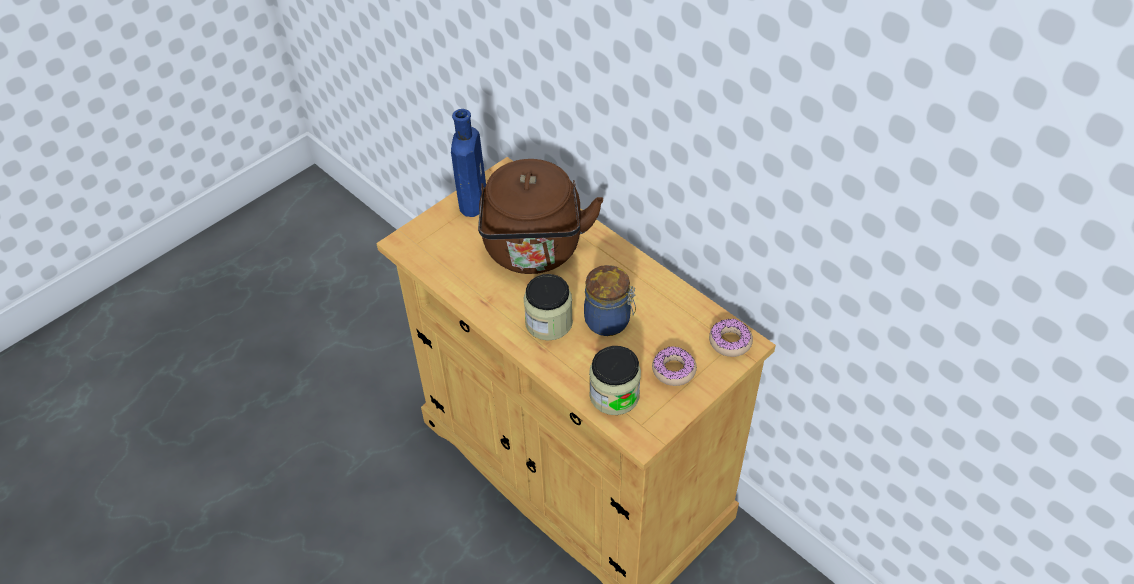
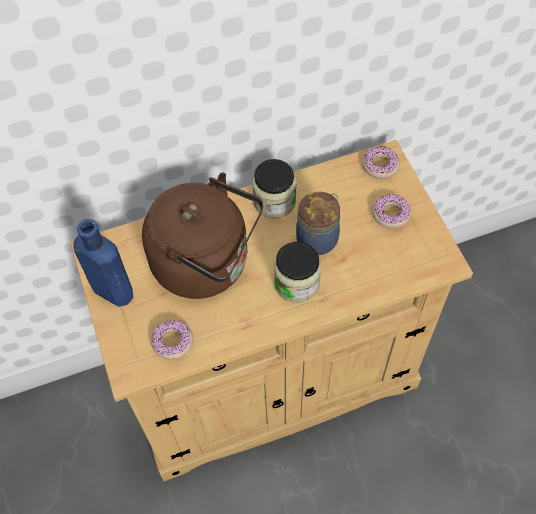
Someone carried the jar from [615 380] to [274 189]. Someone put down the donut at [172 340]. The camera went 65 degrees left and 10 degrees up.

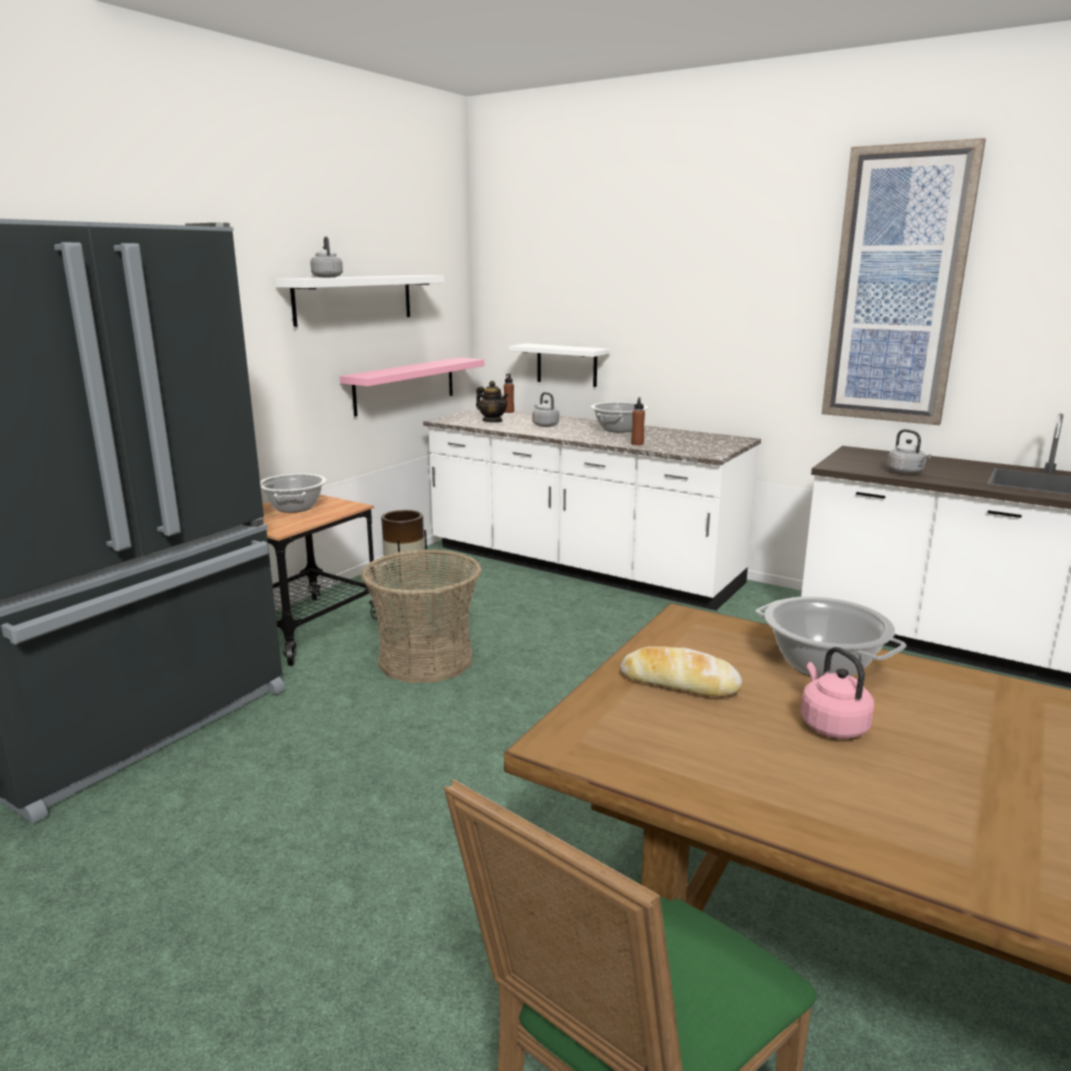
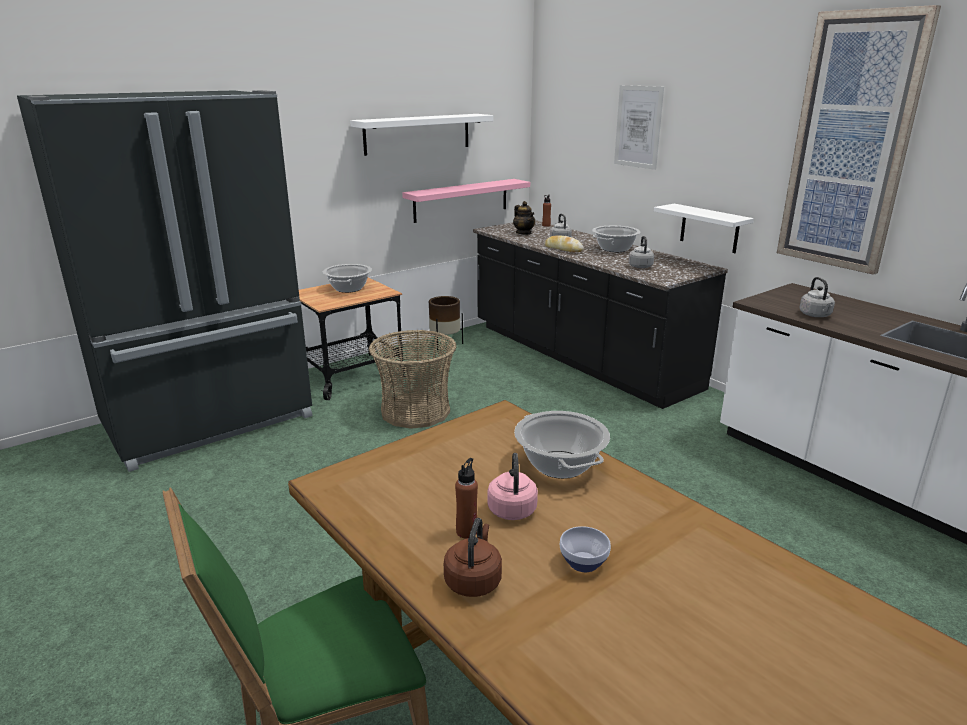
Someone carried the grey kettle from [326 257] to [641 252]. Someone carried the white shelf from [559 365] to [704 228]. Someone carried the brown bottle from [638 421] to [466 498]. Someone repainted the white counter at [592 509], which became the black counter at [600 314]. Someone carried the bread from [681 671] to [563 243]. Someone put up the picture at [639 127]. Someone put down the brown kettle at [473 557]. Someone put down the bowl at [585 549]. The camera went 20 degrees right and 5 degrees up.

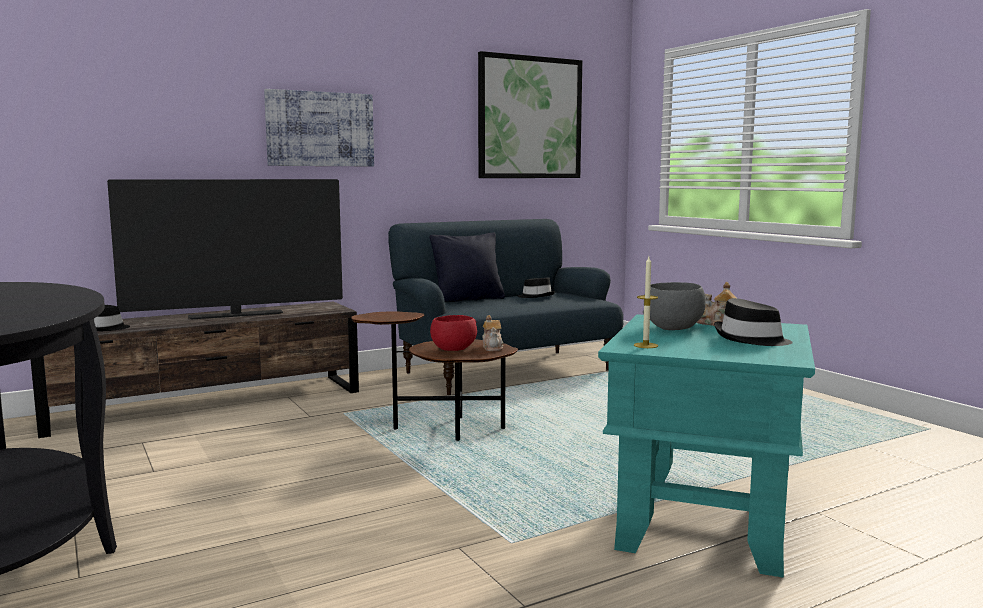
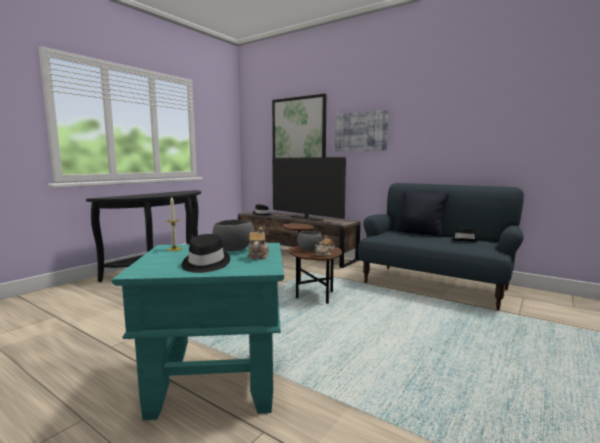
Someone carried the picture from [530 114] to [299 126]. Someone repainted the red bowl at [453 333], which became the grey bowl at [309 241]. The camera went 65 degrees right and 0 degrees up.

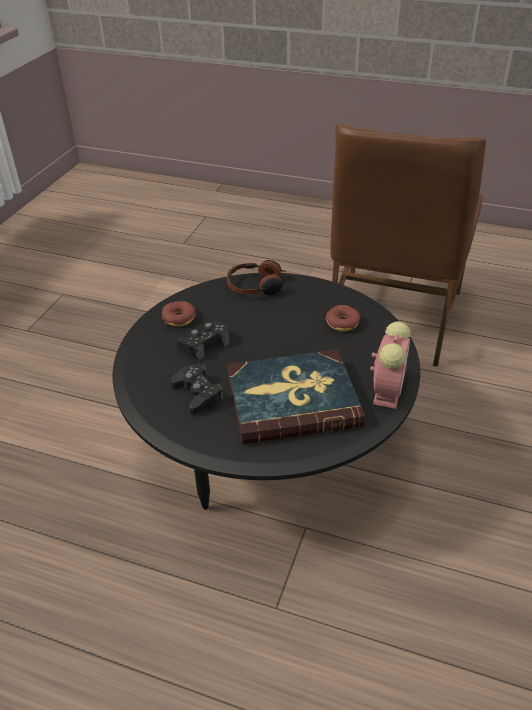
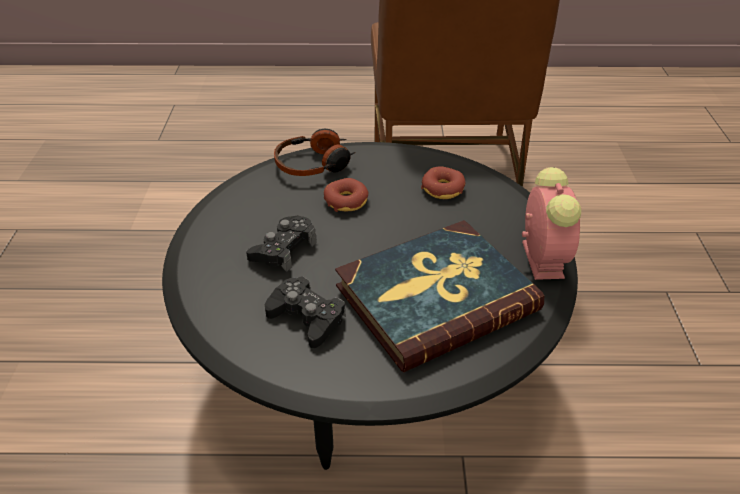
Someone carried the donut from [179 314] to [346 195]. The camera went 20 degrees left and 0 degrees up.

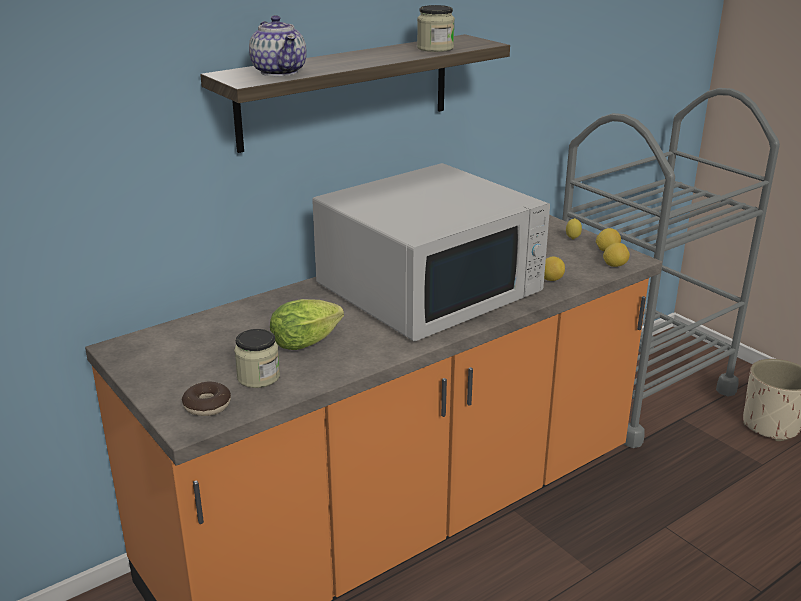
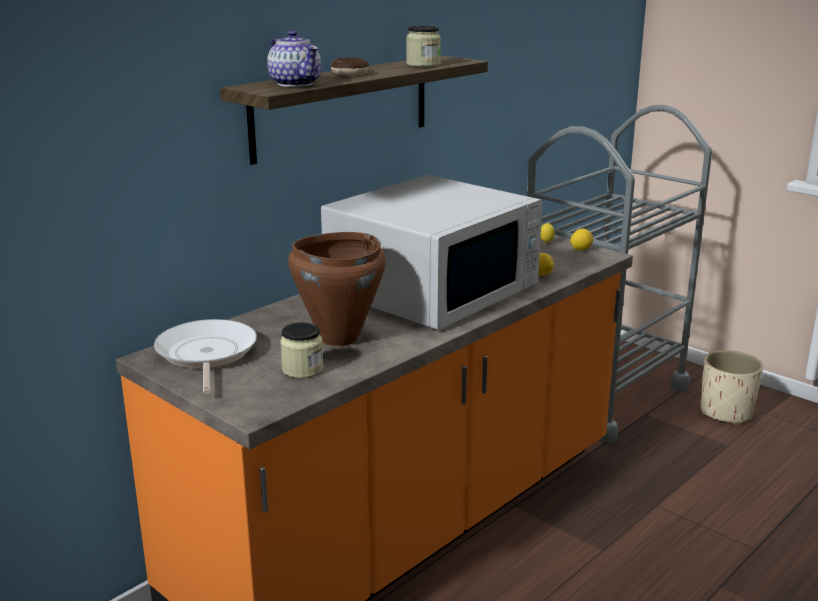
Someone took away the lemon at [616 255]. Someone swapped the lettuce at [307 324] for the brown cooking pot at [337 289]. Someone carried the donut from [206 398] to [350 66]. Someone put down the frying pan at [205 356]. The camera went 10 degrees left and 5 degrees down.

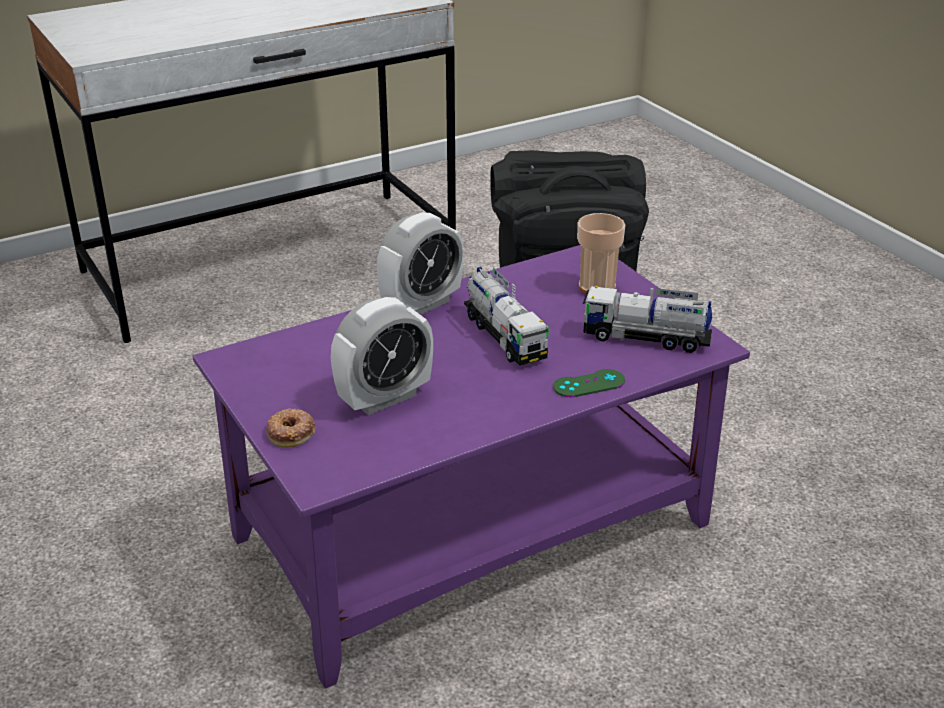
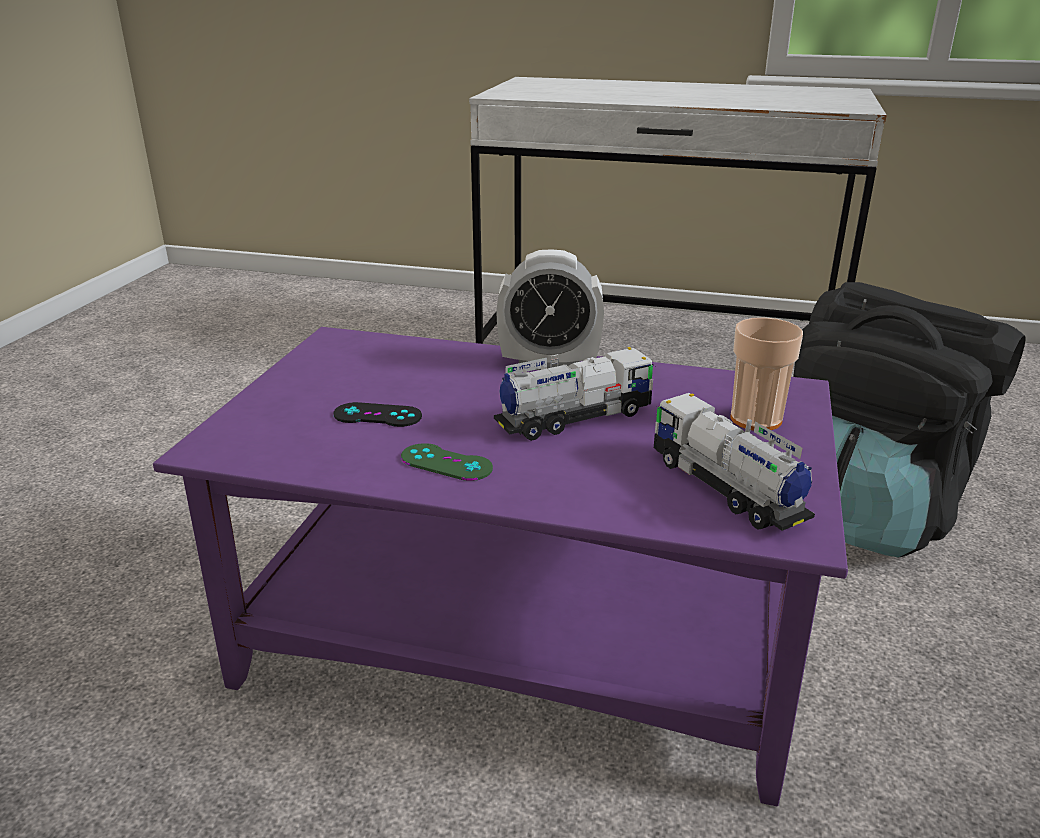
Someone rotated the toy truck at [506 316] by 135 degrees counterclockwise. Someone swapped the alarm clock at [382 356] for the black game controller at [377 414]. Someone carried the green game controller from [589 383] to [447 462]. Someone took away the donut at [291 428]. The camera went 45 degrees right and 5 degrees down.

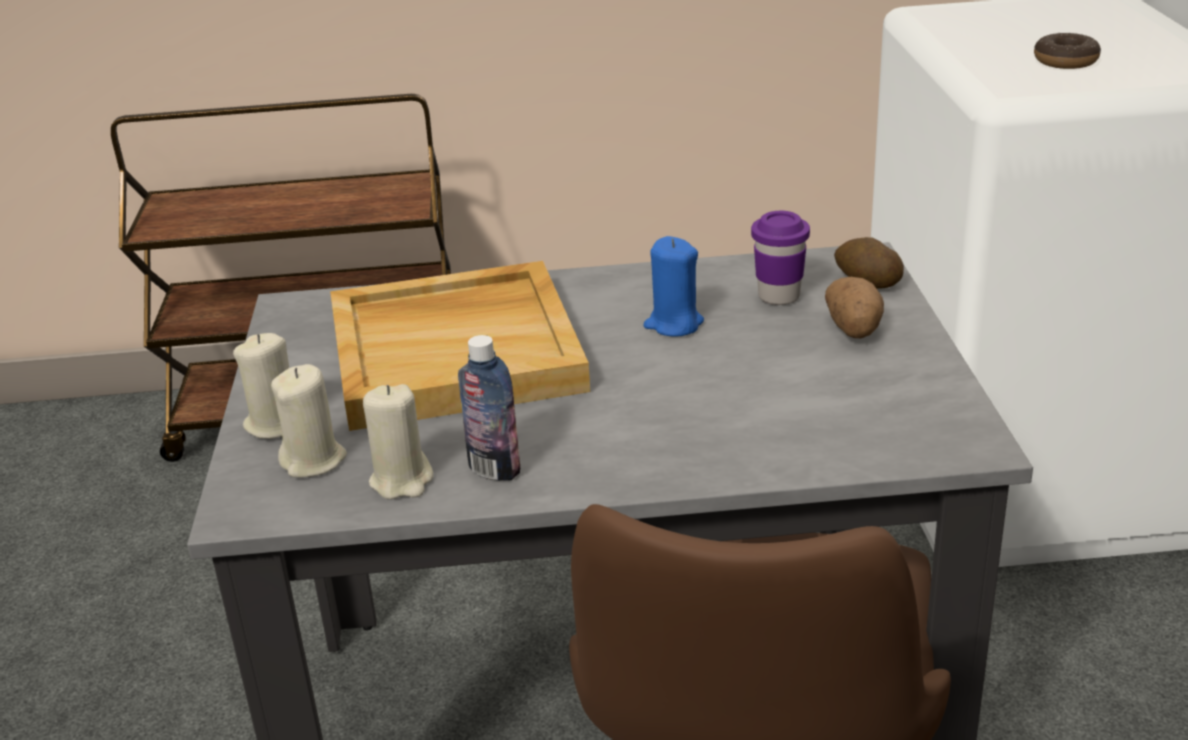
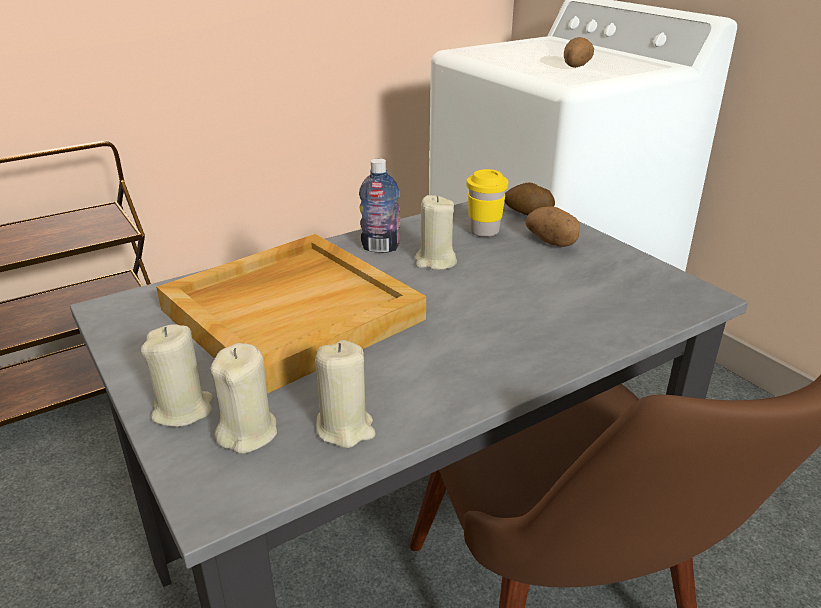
Someone swapped the donut at [1067 51] for the potato at [579 52]. Someone repainted the purple cup at [780 258], which became the yellow cup at [487 203]. Someone repainted the blue candle at [673 286], which became the beige candle at [436 232]. Someone carried the bottle from [489 408] to [379 205]. The camera went 30 degrees left and 0 degrees up.

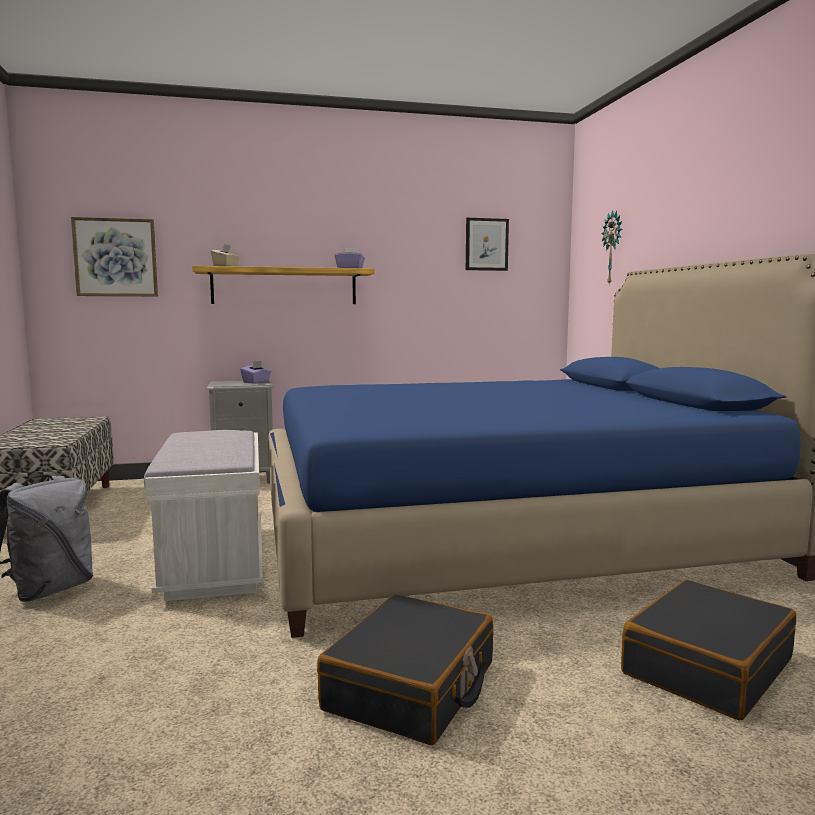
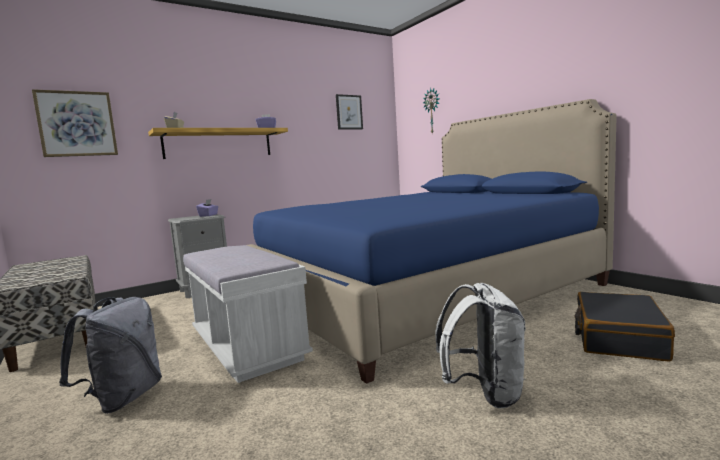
Someone swapped the black suitcase at [405 669] for the white backpack at [480 345]. The camera went 20 degrees left and 0 degrees up.

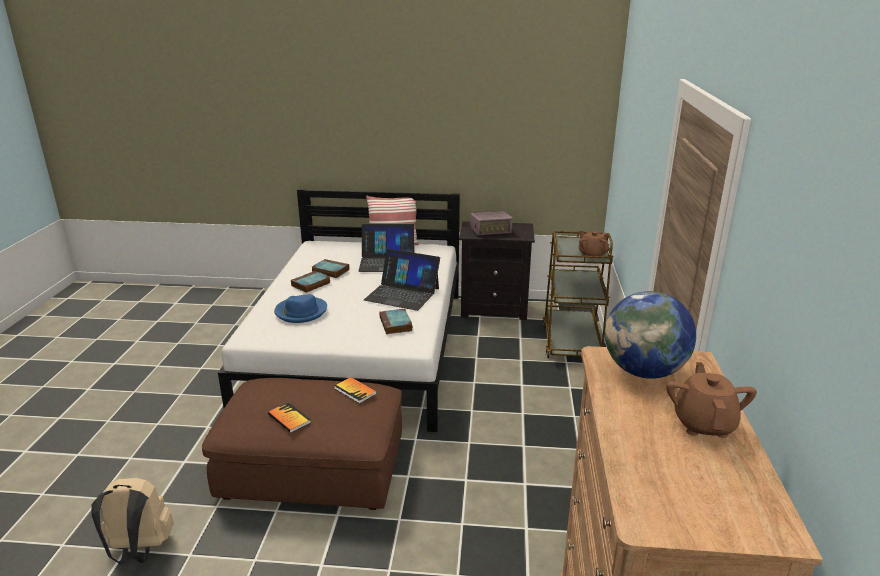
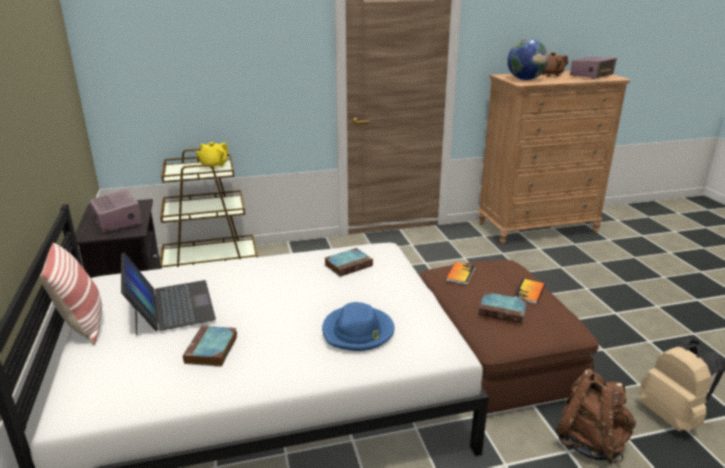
Someone repainted the brown teapot at [593 245], which became the yellow teapot at [212 155]. Someone took away the laptop at [402 280]. Someone carried the book from [310 282] to [502 308]. Someone put down the radio at [593 68]. Someone put down the brown backpack at [596 417]. The camera went 110 degrees left and 0 degrees up.

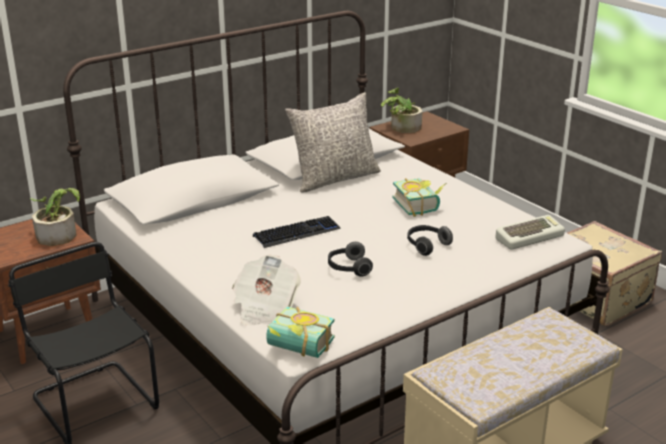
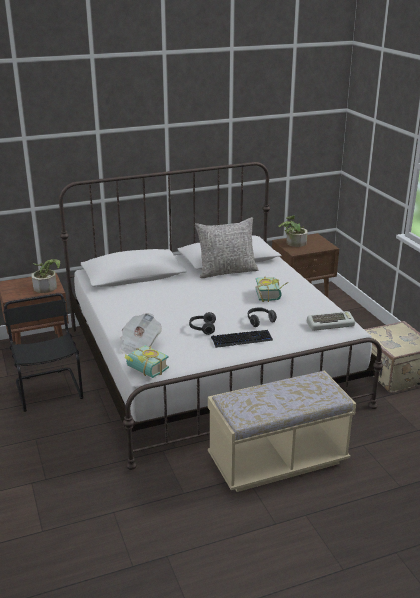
Someone carried the keyboard from [297 232] to [242 339]. The camera went 15 degrees right and 0 degrees up.

